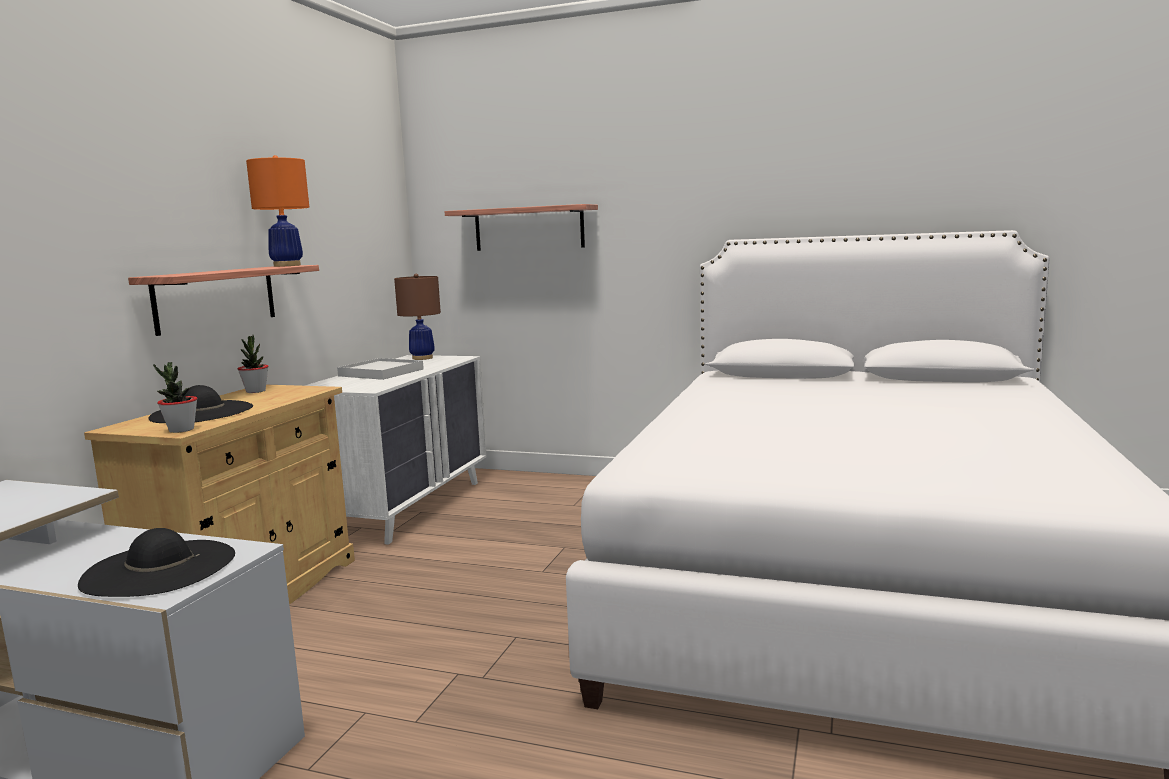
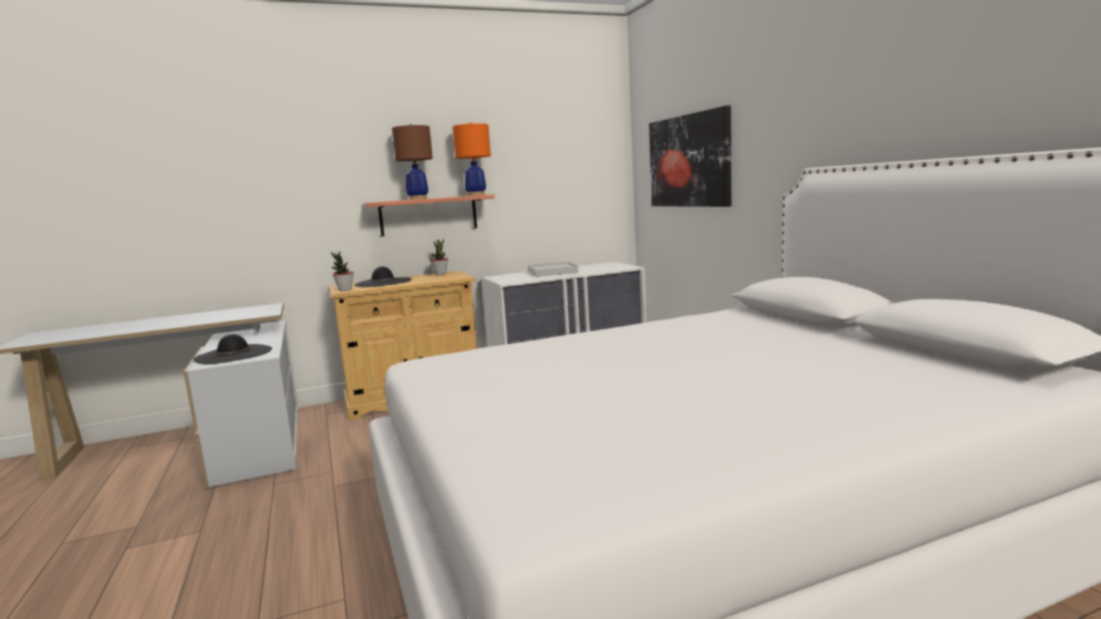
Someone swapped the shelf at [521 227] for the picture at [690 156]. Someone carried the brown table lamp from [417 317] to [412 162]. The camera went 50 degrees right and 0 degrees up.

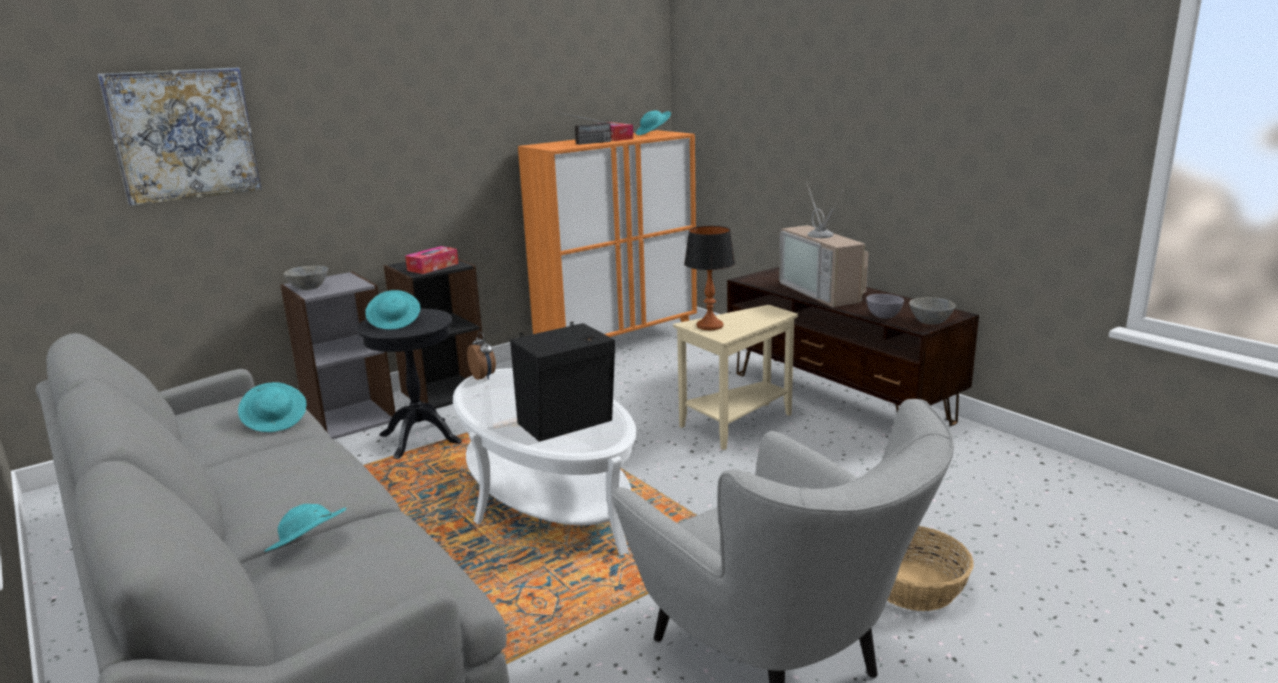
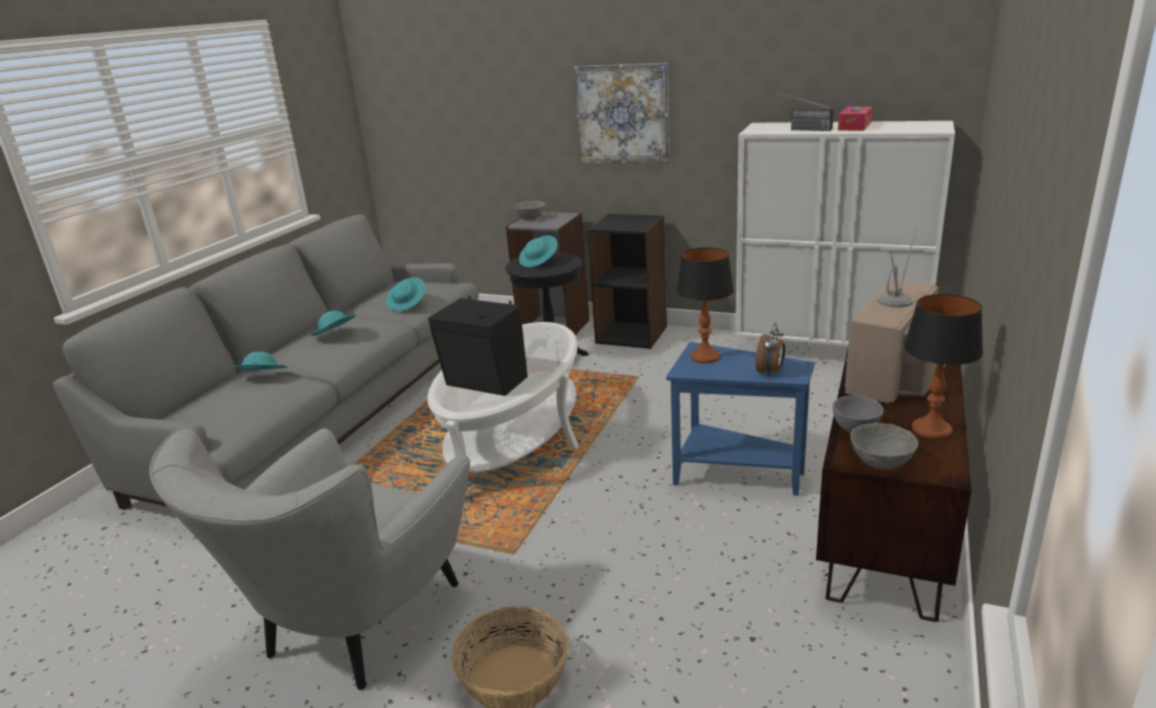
Someone carried the picture from [180 137] to [622 113]. Someone carried the turquoise hat from [653 123] to [333 323]. Someone repainted the orange cabinet at [607 233], which became the white cabinet at [845 236]. Someone took away the tissue box at [431 260]. Someone repainted the beige side table at [735 377], which became the blue side table at [740 419]. Someone carried the alarm clock from [481 356] to [770 350]. Someone put down the table lamp at [943 367]. The camera went 60 degrees right and 5 degrees up.

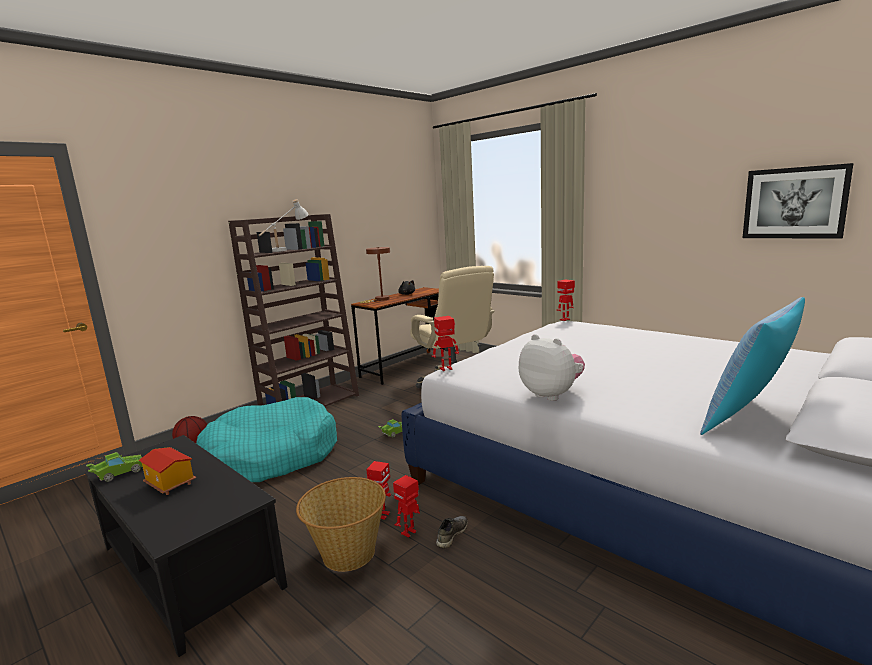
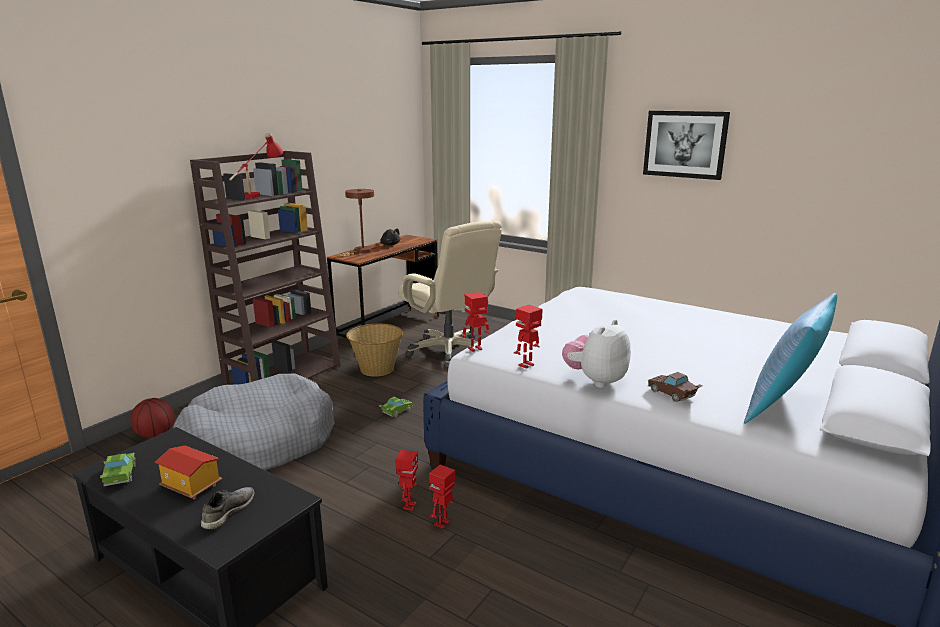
Someone carried the picture from [798 201] to [686 145]. Someone repainted the white table lamp at [283 225], which became the red table lamp at [256 165]. Someone carried the toy robot from [565 300] to [528 337]. Someone rotated the plush toy at [552 367] by 90 degrees counterclockwise. Someone repainted the turquoise dog bed at [266 439], which became the grey dog bed at [254 422]. Someone rotated the green toy car at [114 467] by 60 degrees counterclockwise. Someone carried the basket from [341 524] to [374 350]. Someone carried the grey shoe from [452 532] to [228 508]. Someone put down the brown toy car at [675 387]. The camera went 10 degrees left and 5 degrees up.

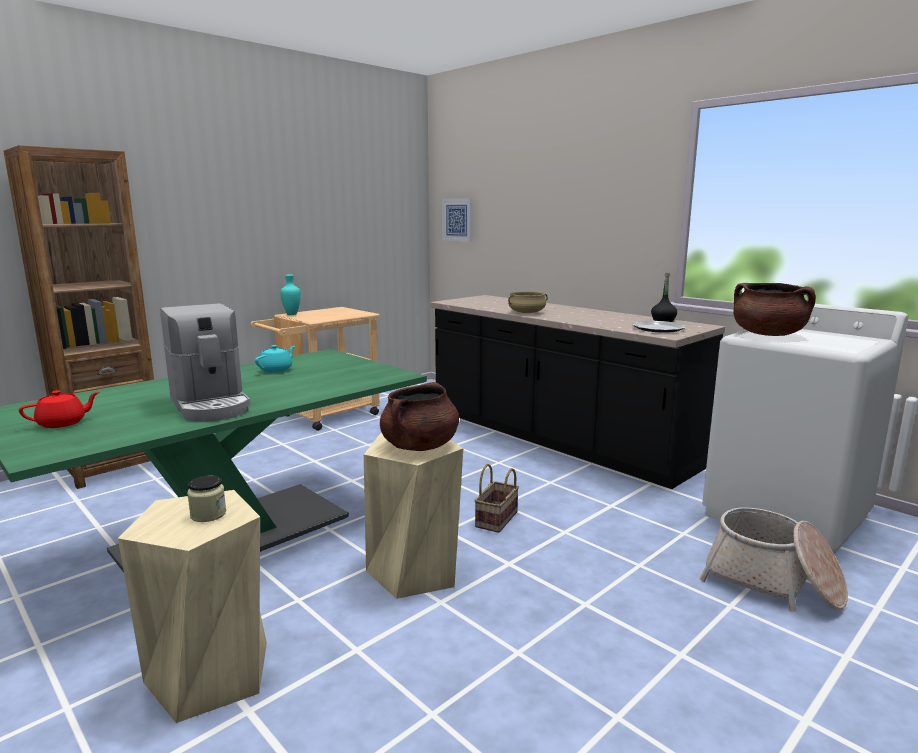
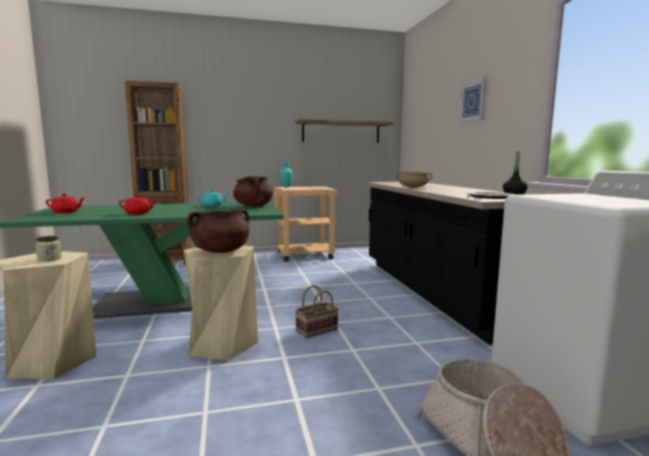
Someone carried the picture from [457 220] to [472 100]. Someone carried the brown cooking pot from [774 309] to [253 191]. Someone swapped the coffee machine at [205 362] for the red teapot at [138 204]. Someone put up the shelf at [344 131]. The camera went 30 degrees right and 5 degrees down.

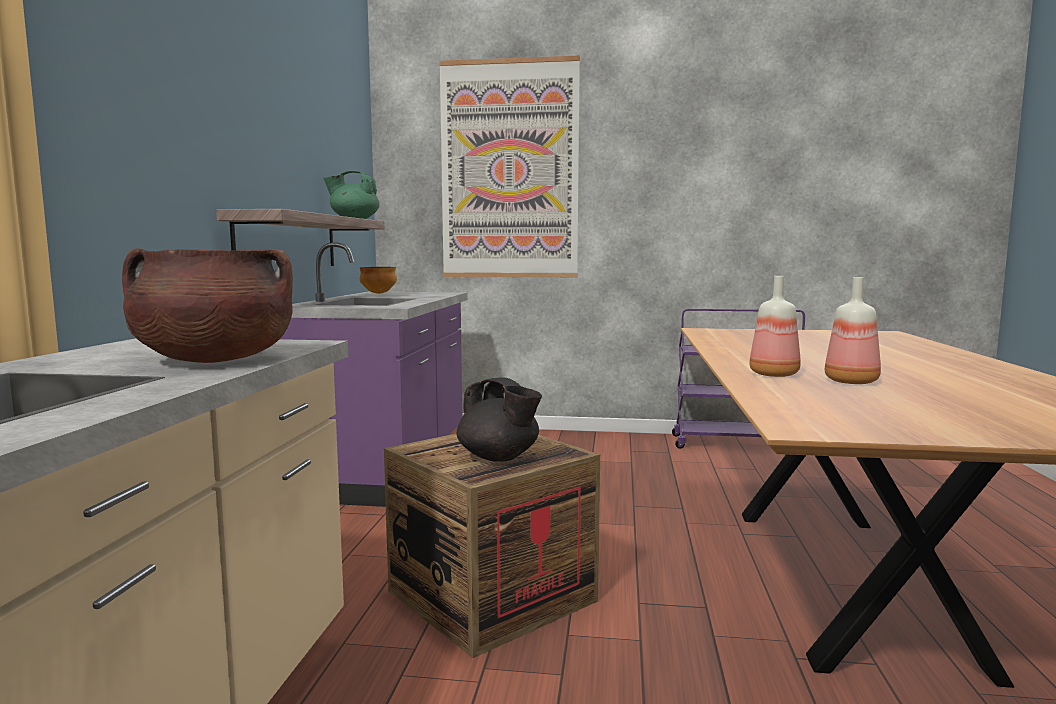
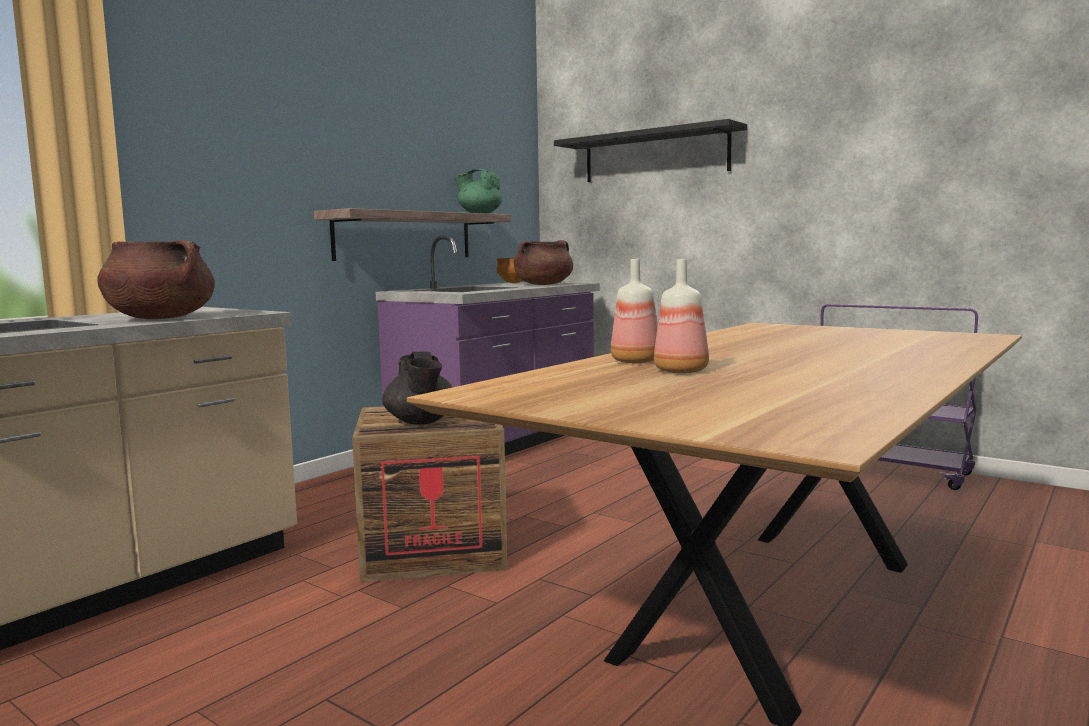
Someone swapped the picture at [509 166] for the black shelf at [650 150]. Someone put down the brown cooking pot at [543 262]. The camera went 30 degrees right and 0 degrees up.

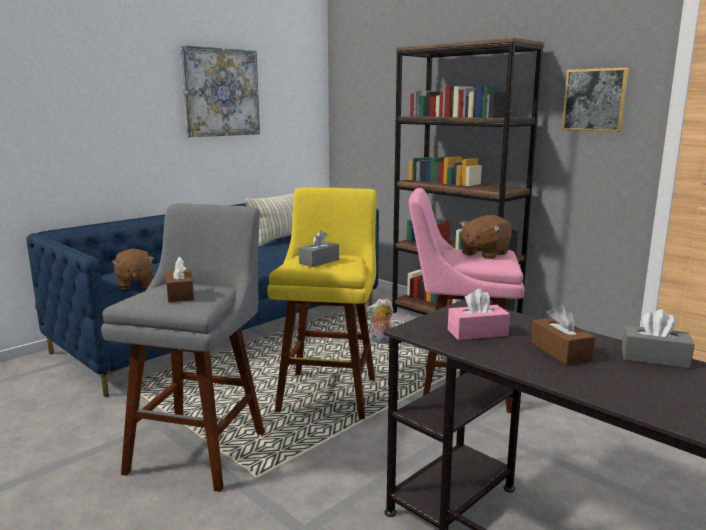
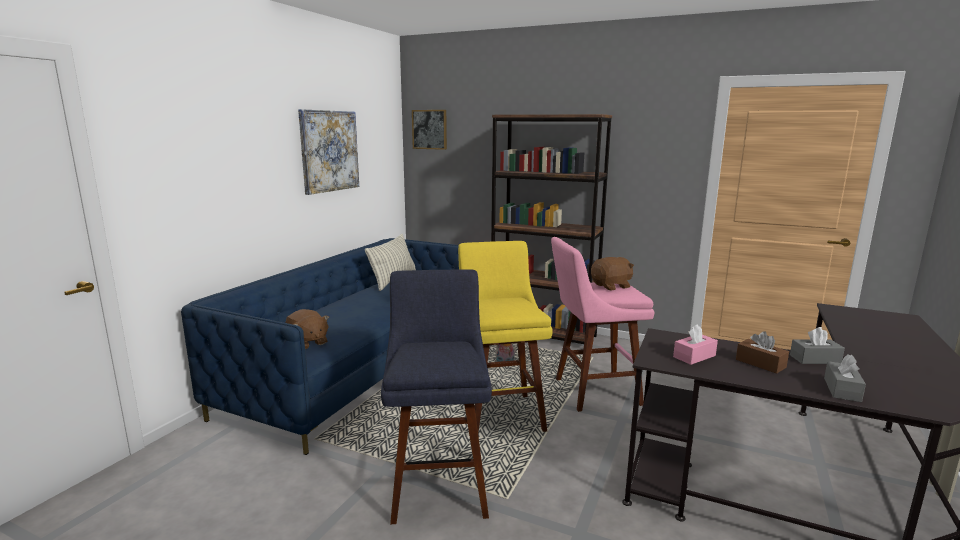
Someone carried the picture from [594 100] to [429 130]. Someone repainted the grey stool at [183 347], which became the blue stool at [436 396]. Someone rotated the brown plush toy at [486 237] by 135 degrees counterclockwise. Someone carried the grey tissue box from [319 248] to [845 378]. Someone took away the brown tissue box at [180 279]. The camera went 20 degrees left and 0 degrees up.

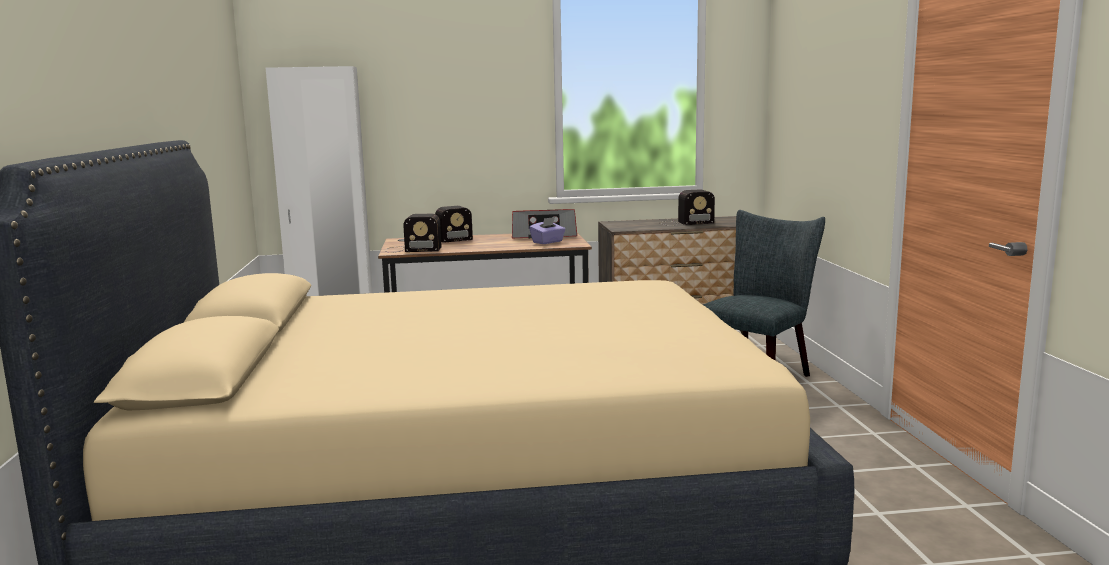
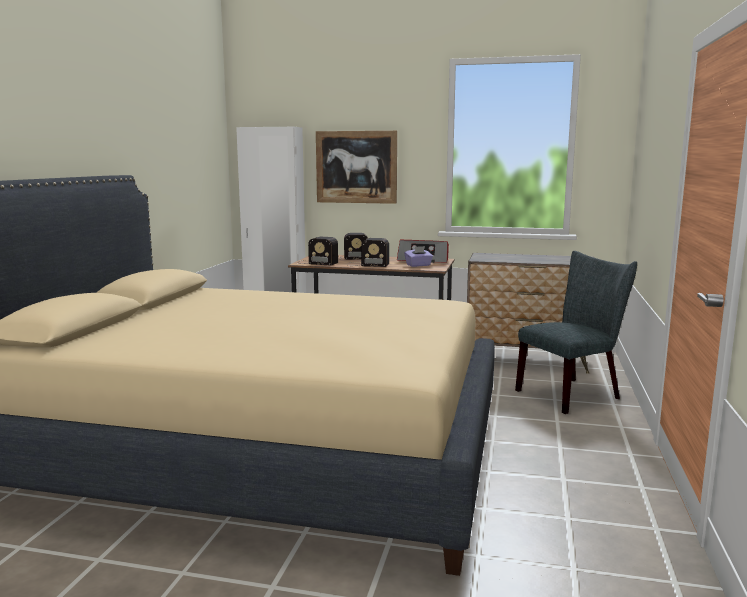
Someone carried the radio from [687 207] to [368 252]. Someone put up the picture at [356 167]. The camera went 20 degrees right and 0 degrees up.

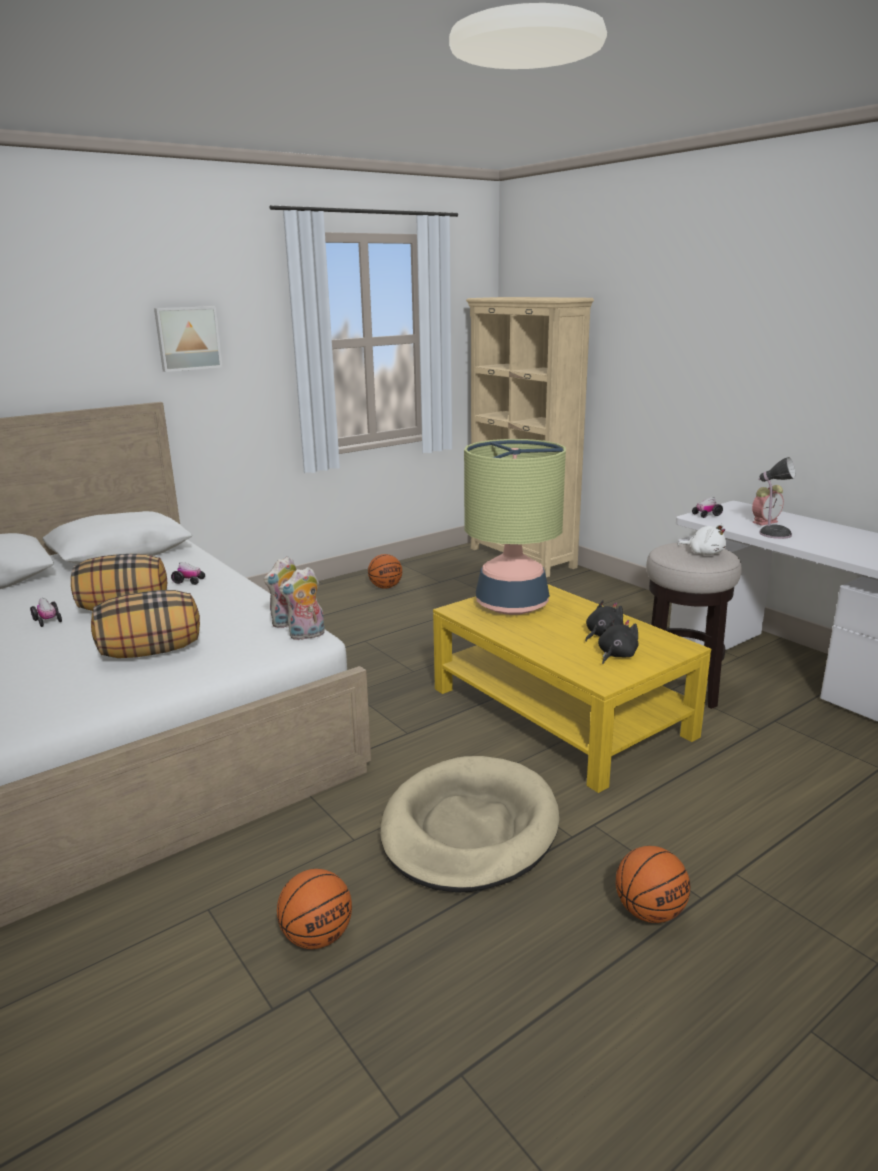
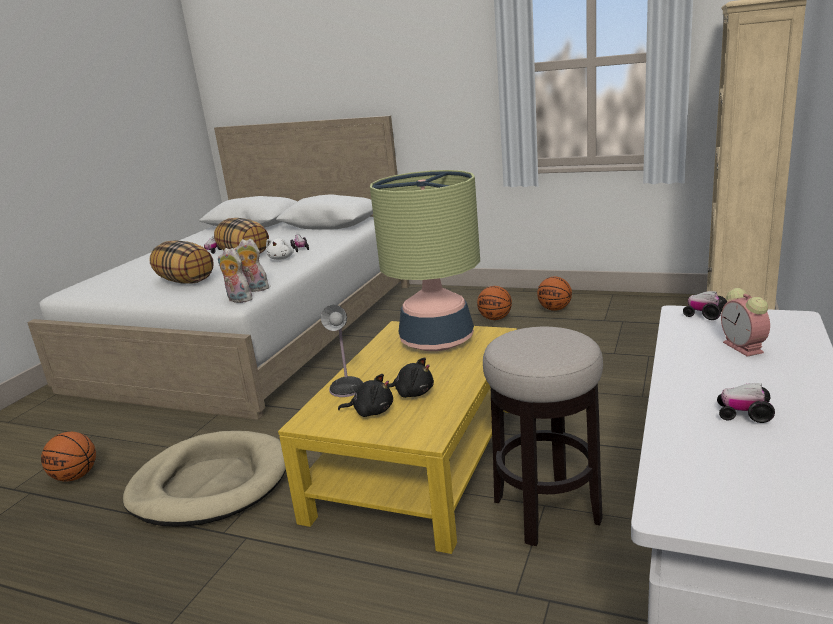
Someone took away the picture at [188 339]. Someone carried the table lamp from [776 498] to [342 351]. Someone rotated the alarm clock at [768 505] by 45 degrees clockwise. Someone carried the white plush toy from [701 539] to [280 249]. Someone carried the basketball from [653 884] to [494 303]. Someone put down the toy car at [746 403]. The camera went 60 degrees right and 0 degrees up.

